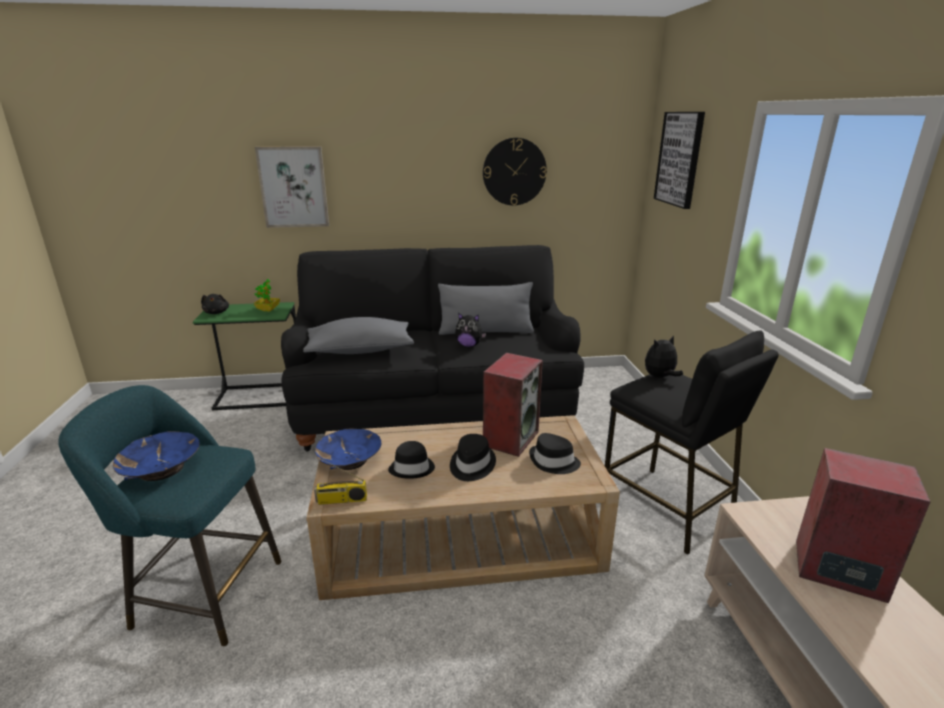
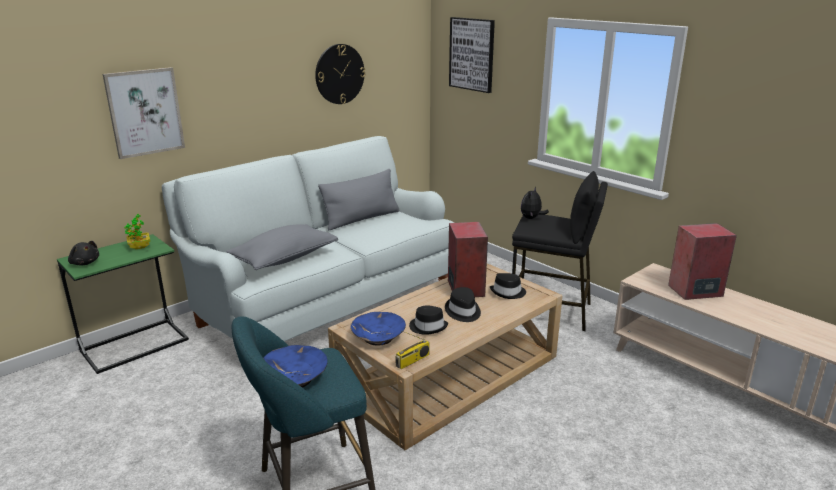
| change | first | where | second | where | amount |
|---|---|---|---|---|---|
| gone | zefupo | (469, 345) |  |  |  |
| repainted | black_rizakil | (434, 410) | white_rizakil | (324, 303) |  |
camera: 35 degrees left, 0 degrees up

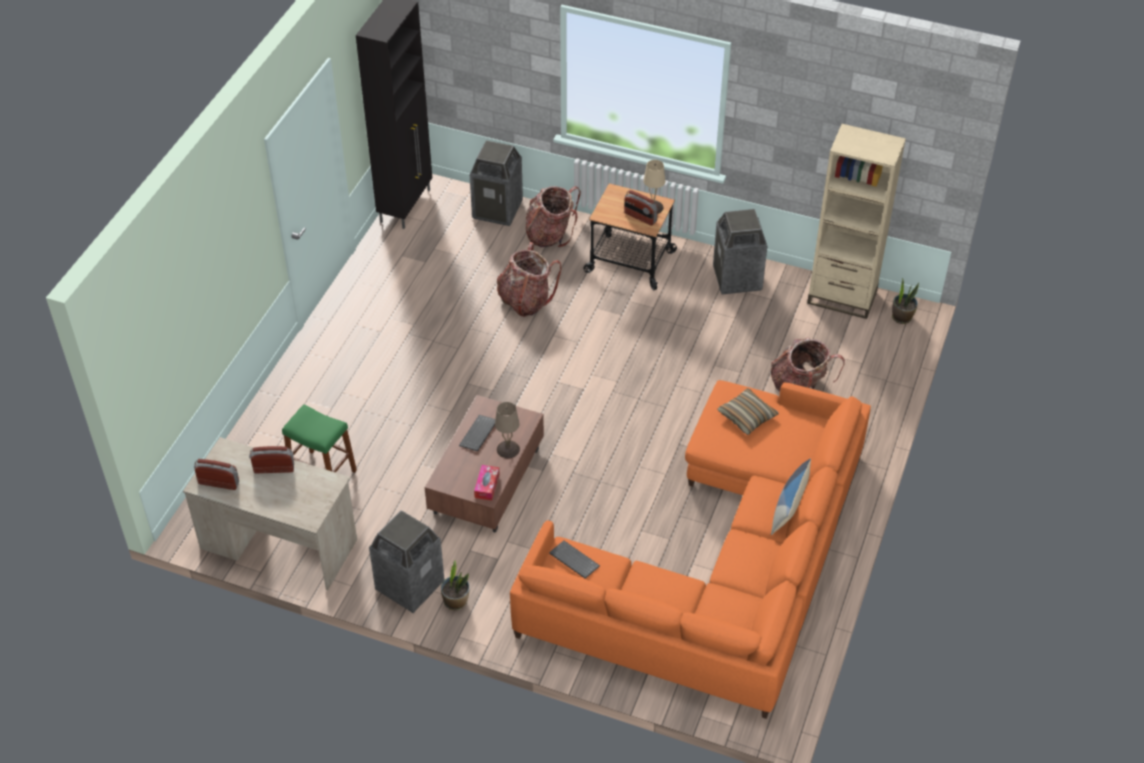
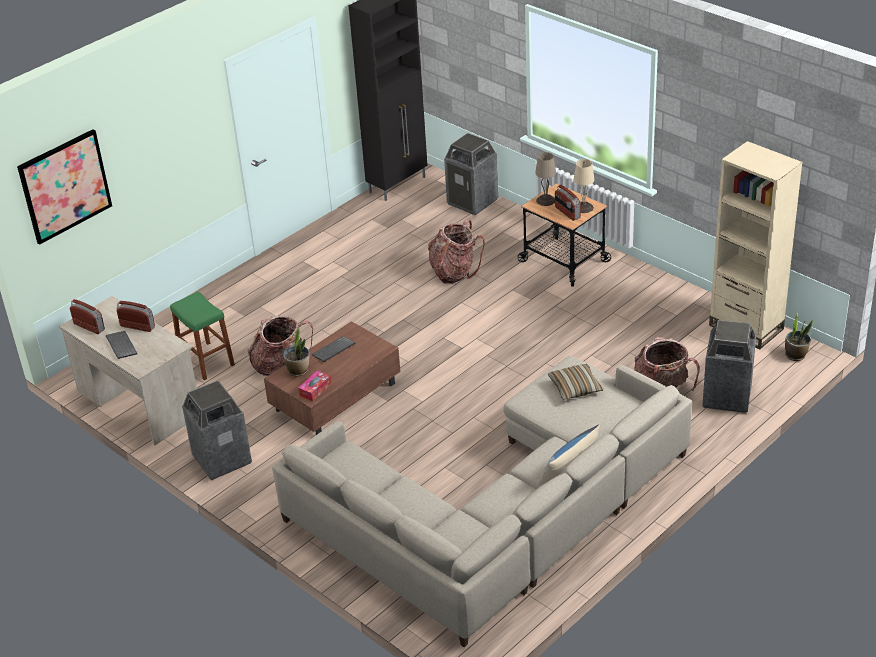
| change | first | where | second | where | amount |
|---|---|---|---|---|---|
| new |  |  | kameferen | (65, 186) |  |
| shifted | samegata | (456, 601) |  | (298, 370) |  |
| shifted | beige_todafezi | (508, 449) |  | (546, 200) |  |
| shifted | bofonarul | (550, 235) |  | (280, 366) |  |
| shifted | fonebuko | (573, 560) |  | (120, 345) |  |
| shifted | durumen | (737, 278) |  | (727, 397) |  |
| repainted | orange_rizakil | (722, 565) | beige_rizakil | (500, 512) |  |
camera: 25 degrees right, 10 degrees down

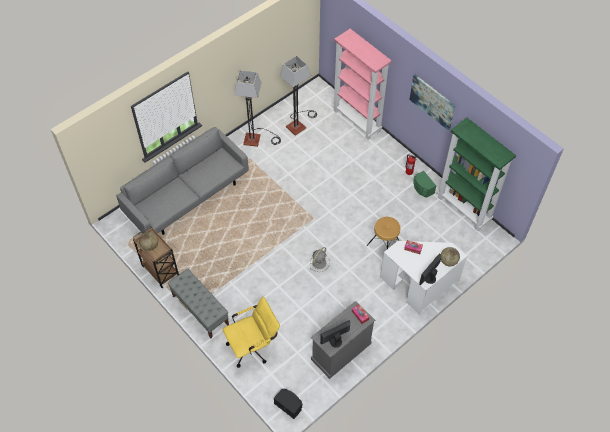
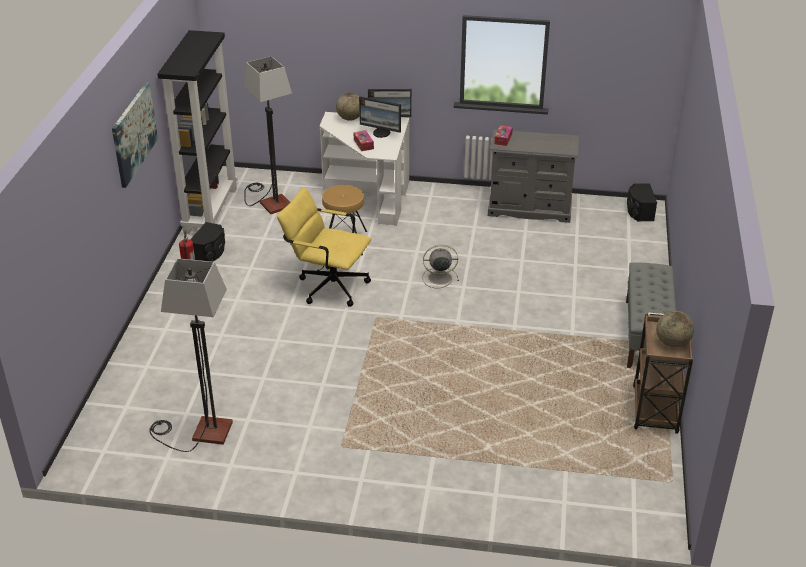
| change | first | where | second | where | amount |
|---|---|---|---|---|---|
| gone | grey_rizakil | (187, 196) |  |  |  |
| gone | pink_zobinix | (357, 121) |  |  |  |
| shifted | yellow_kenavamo | (253, 346) |  | (327, 285) |  |
| shifted | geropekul | (257, 139) |  | (269, 201) |  |
| shifted | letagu | (335, 340) |  | (381, 133) |  |
| repainted | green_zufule | (422, 188) | black_zufule | (210, 252) |  |
| repainted | green_zobinix | (464, 209) | black_zobinix | (210, 210) |  |
camera: 130 degrees left, 20 degrees down

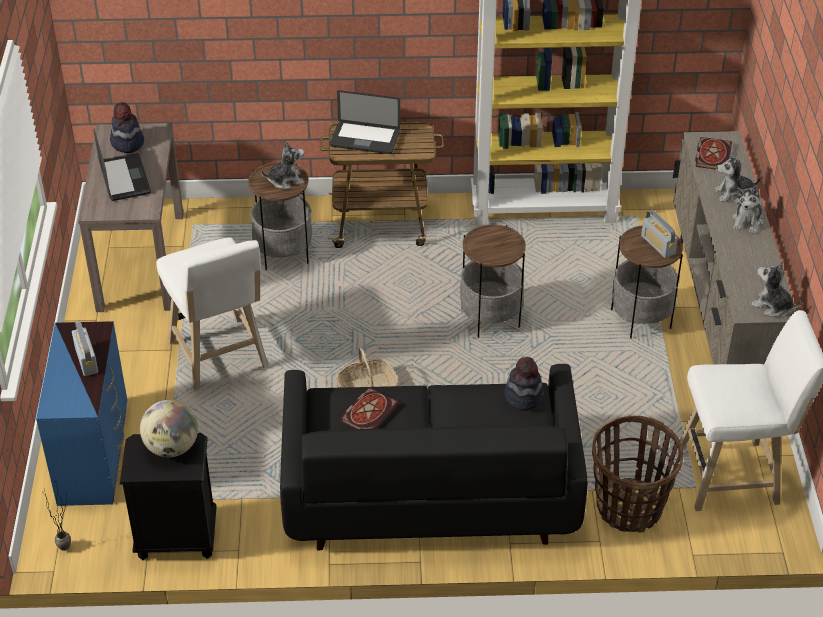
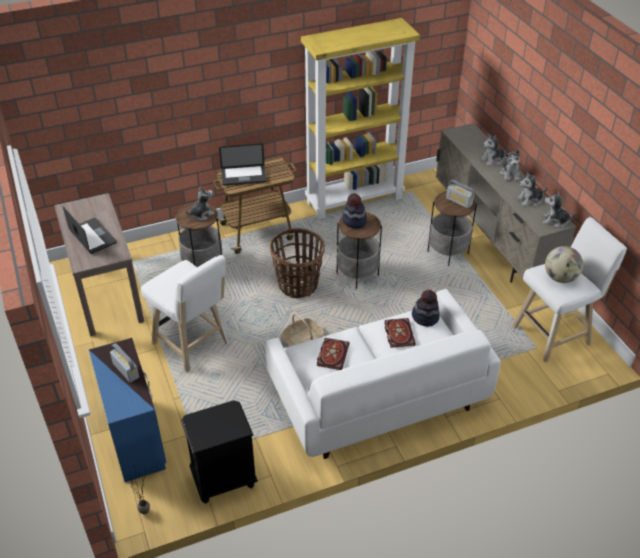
| change | first | where | second | where | amount |
|---|---|---|---|---|---|
| new |  |  | zefupo | (529, 200) |  |
| shifted | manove | (127, 143) |  | (354, 221) |  |
| shifted | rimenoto | (171, 448) |  | (560, 278) |  |
| shifted | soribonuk | (629, 507) |  | (298, 285) |  |
| shifted | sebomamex | (712, 155) |  | (398, 333) |  |
| repainted | black_rizakil | (429, 492) | white_rizakil | (377, 397) |  |
camera: 20 degrees left, 0 degrees up

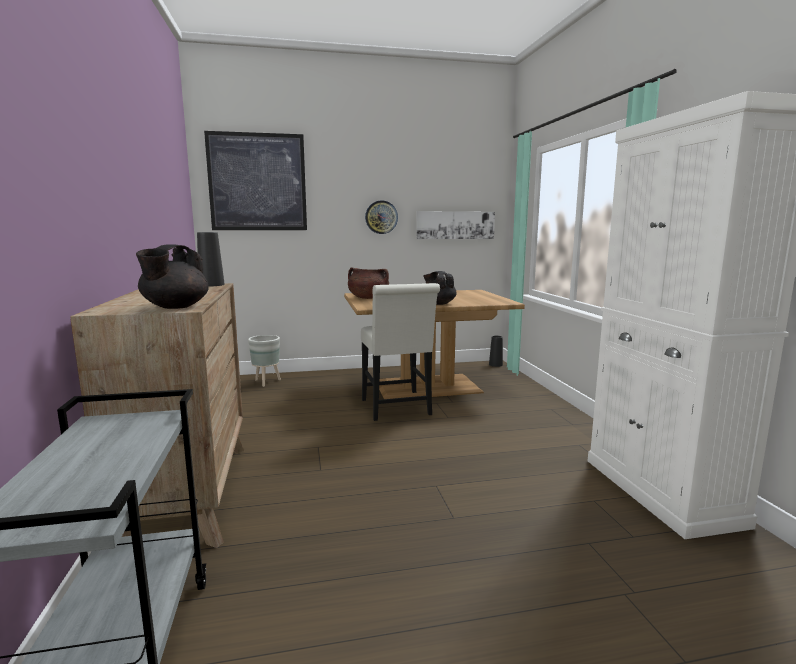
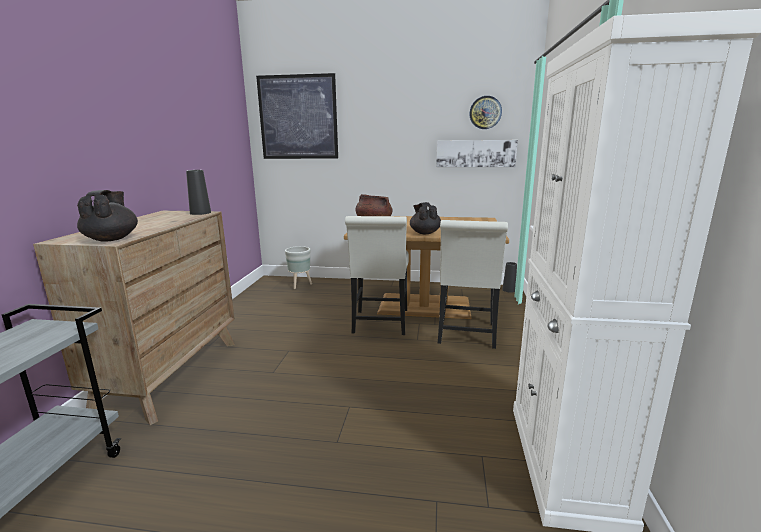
| change | first | where | second | where | amount |
|---|---|---|---|---|---|
| new |  |  | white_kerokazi | (466, 335) |  |
| shifted | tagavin | (381, 217) |  | (485, 112) |  |
| rotated | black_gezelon | (175, 307) |  | (112, 239) | 135 degrees clockwise |
camera: 20 degrees right, 5 degrees up

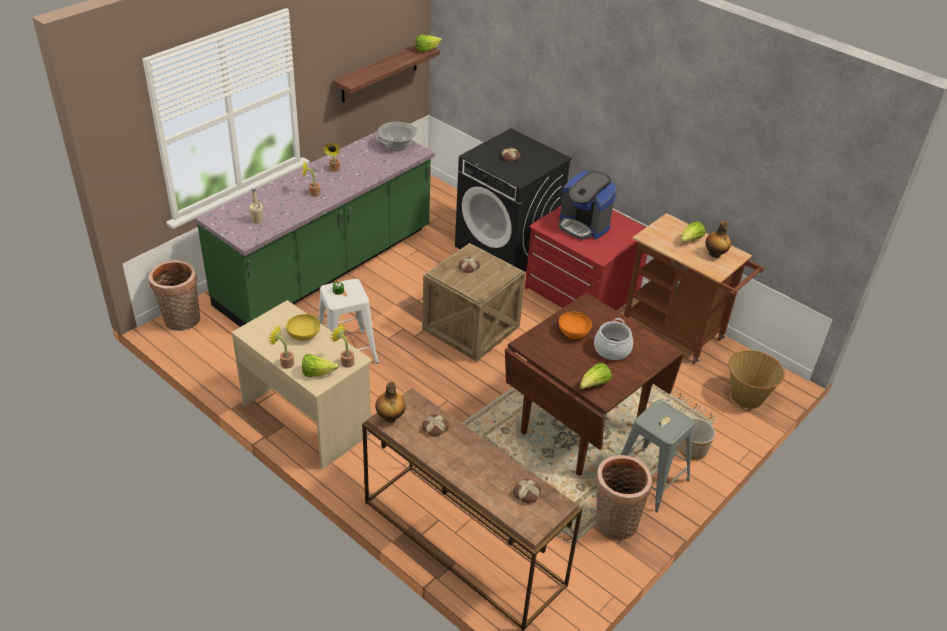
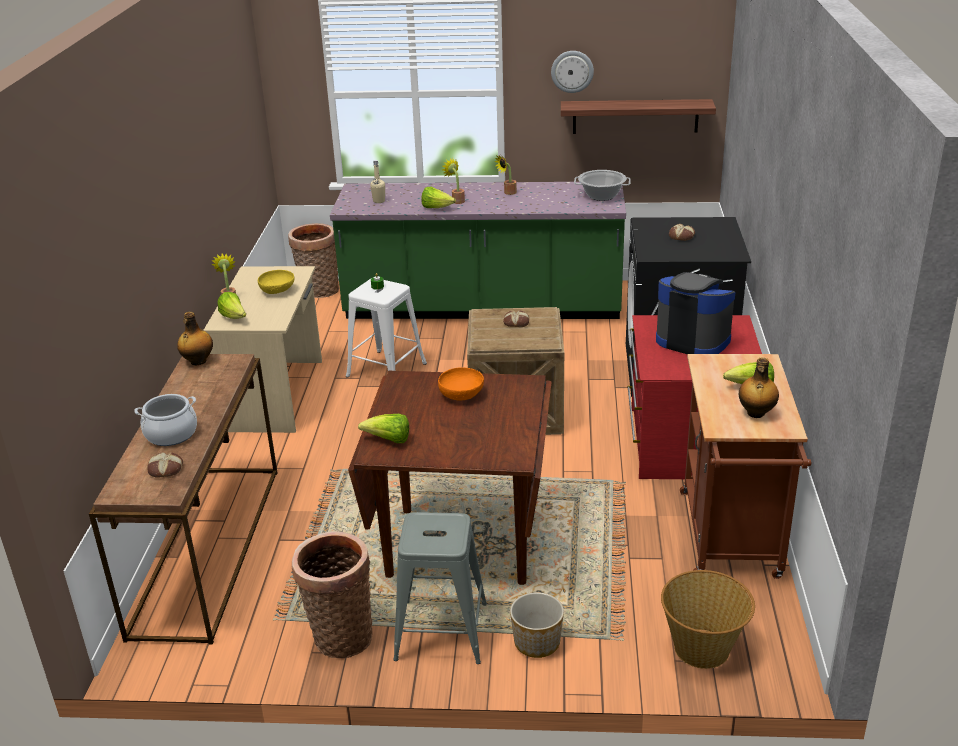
| change | first | where | second | where | amount |
|---|---|---|---|---|---|
| gone | samegata | (345, 361) |  |  |  |
| gone | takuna | (434, 427) |  |  |  |
| new |  |  | tagavin | (572, 71) |  |
| shifted | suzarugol | (427, 50) |  | (436, 208) |  |
| shifted | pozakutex | (612, 349) |  | (171, 434) |  |
| rotated | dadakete | (583, 225) |  | (692, 340) | 120 degrees clockwise |
camera: 55 degrees right, 10 degrees down

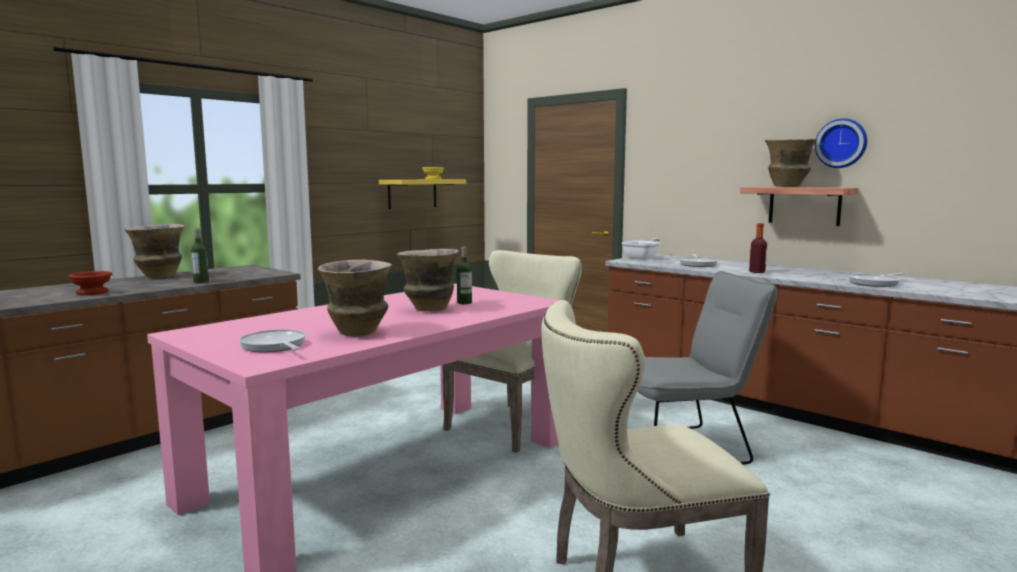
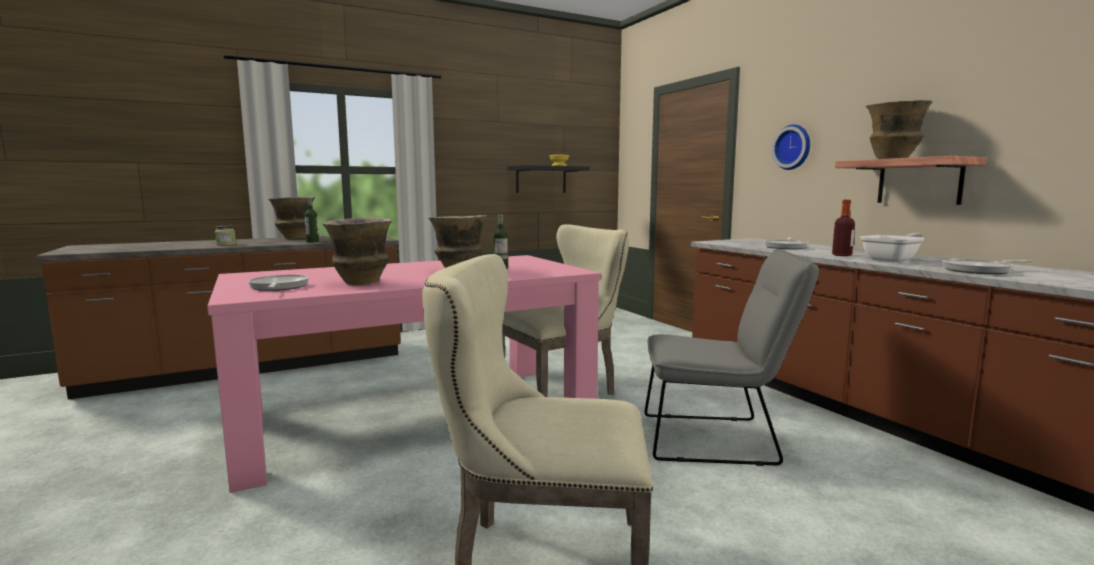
| change | first | where | second | where | amount |
|---|---|---|---|---|---|
| shifted | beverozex | (643, 258) |  | (893, 260) |  |
| shifted | tagavin | (841, 143) |  | (793, 147) |  |
| swapped | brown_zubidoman | (94, 292) | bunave | (226, 244) |  |
| repainted | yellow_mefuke | (412, 193) | black_mefuke | (541, 179) |  |
camera: 20 degrees right, 0 degrees up

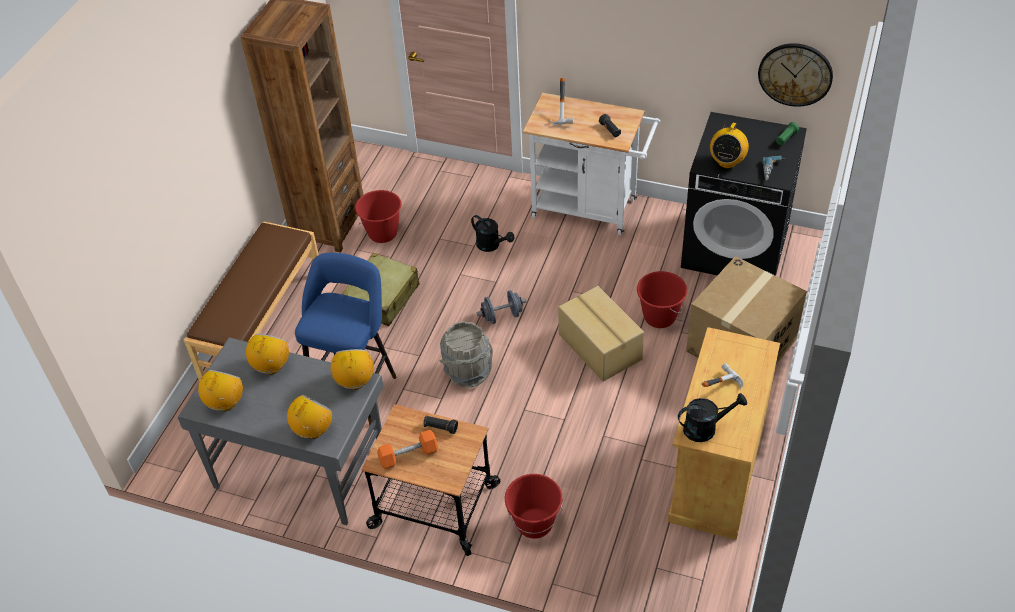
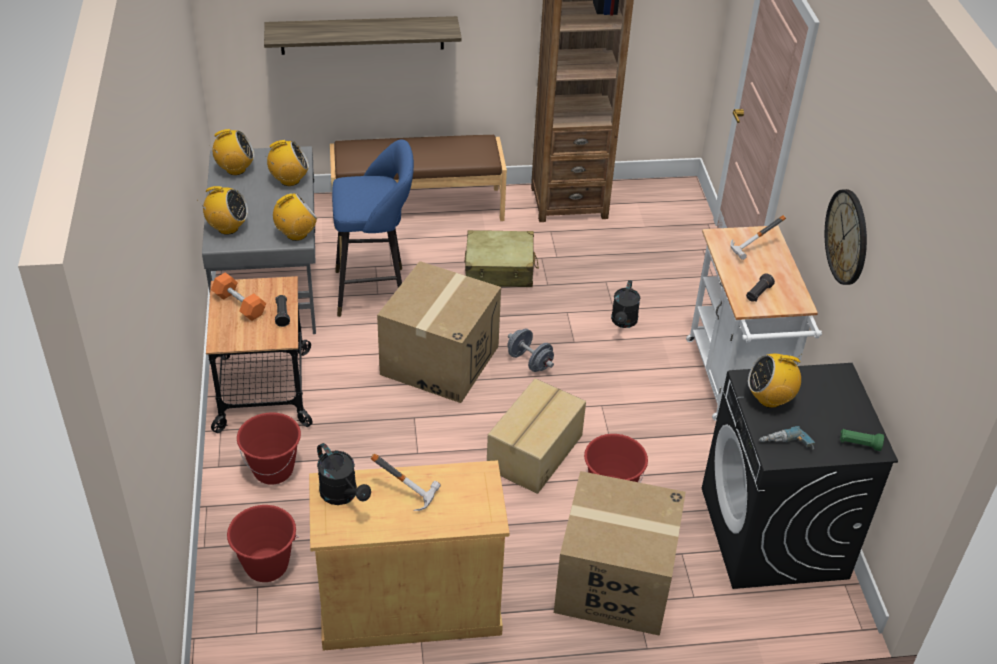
| change | first | where | second | where | amount |
|---|---|---|---|---|---|
| new |  |  | mefuke | (362, 35) |  |
| shifted | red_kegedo | (383, 233) |  | (266, 566) |  |
| shifted | tagavin | (795, 74) |  | (847, 237) |  |
| swapped | grey_kegedo | (467, 372) | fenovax | (439, 360) |  |
camera: 60 degrees right, 5 degrees down

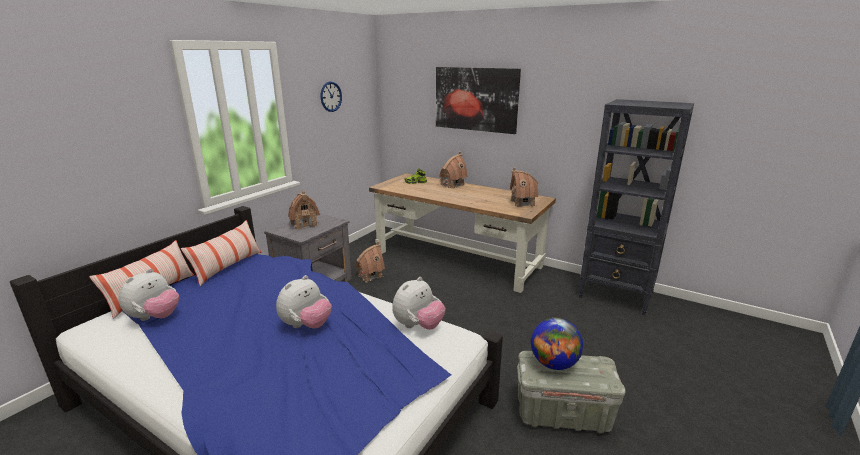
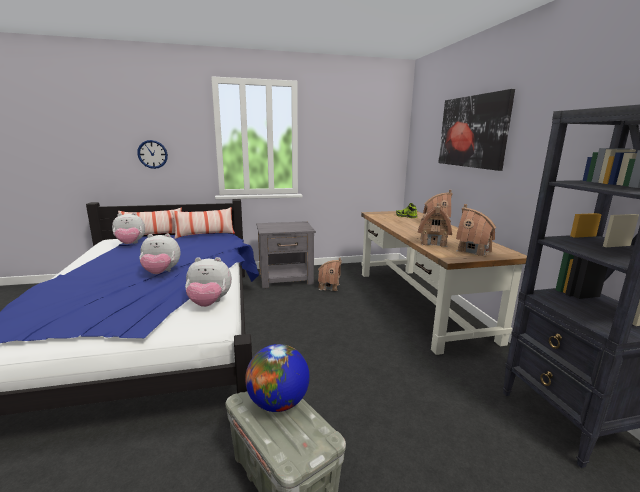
| change | first | where | second | where | amount |
|---|---|---|---|---|---|
| shifted | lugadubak | (304, 224) |  | (433, 243) |  |
| shifted | tagavin | (331, 96) |  | (152, 154) |  |
camera: 45 degrees right, 5 degrees down

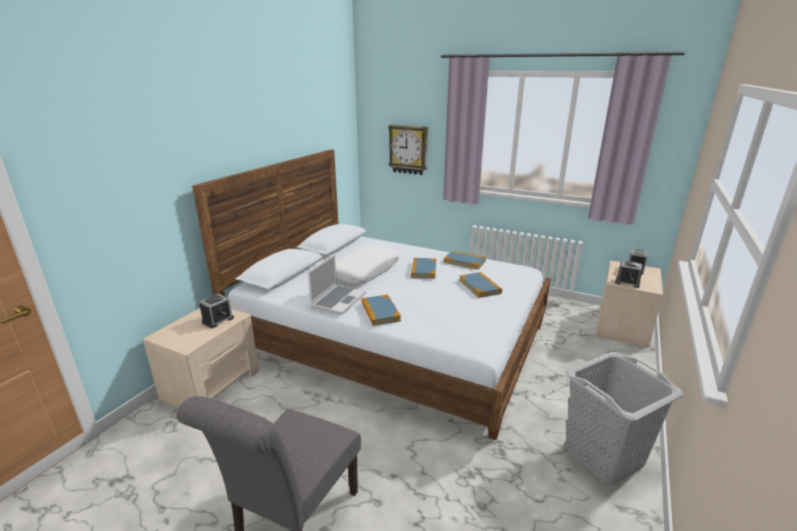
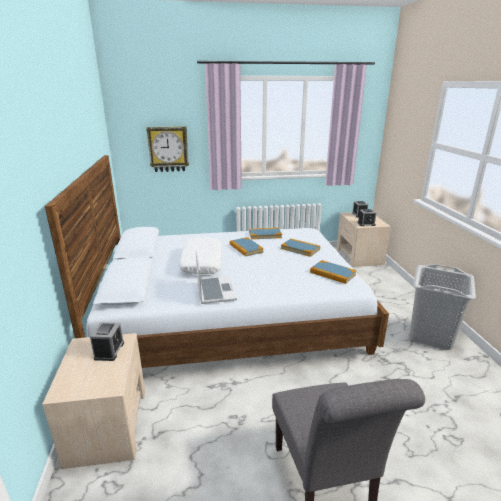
| change | first | where | second | where | amount |
|---|---|---|---|---|---|
| shifted | sebomamex | (380, 312) |  | (332, 273) |  |
camera: 35 degrees left, 0 degrees up

